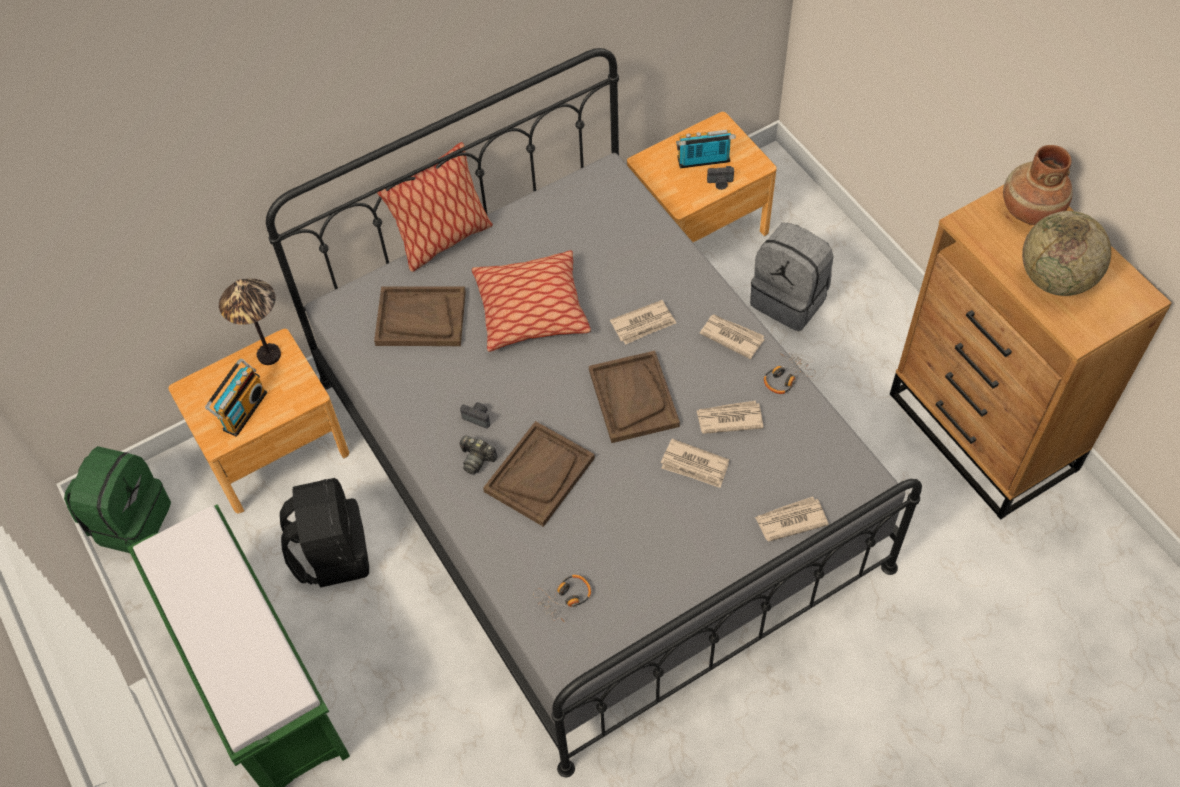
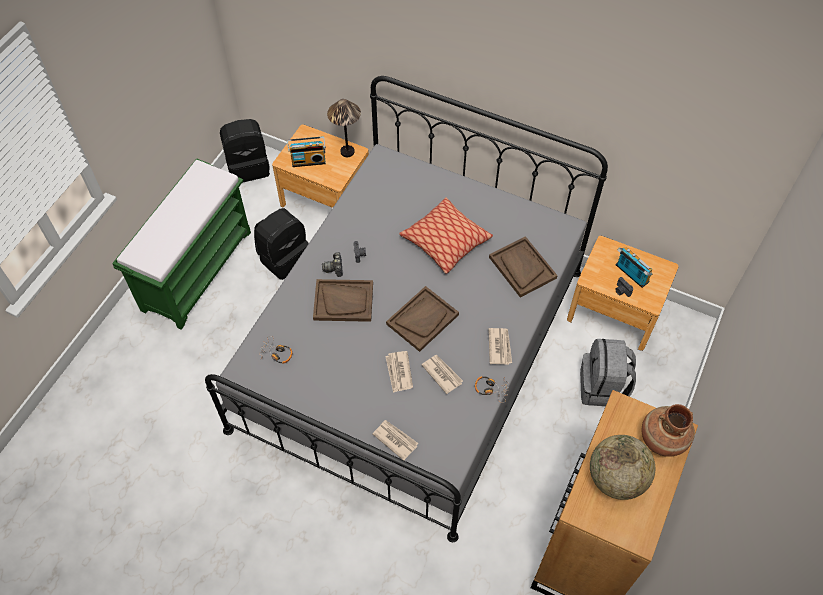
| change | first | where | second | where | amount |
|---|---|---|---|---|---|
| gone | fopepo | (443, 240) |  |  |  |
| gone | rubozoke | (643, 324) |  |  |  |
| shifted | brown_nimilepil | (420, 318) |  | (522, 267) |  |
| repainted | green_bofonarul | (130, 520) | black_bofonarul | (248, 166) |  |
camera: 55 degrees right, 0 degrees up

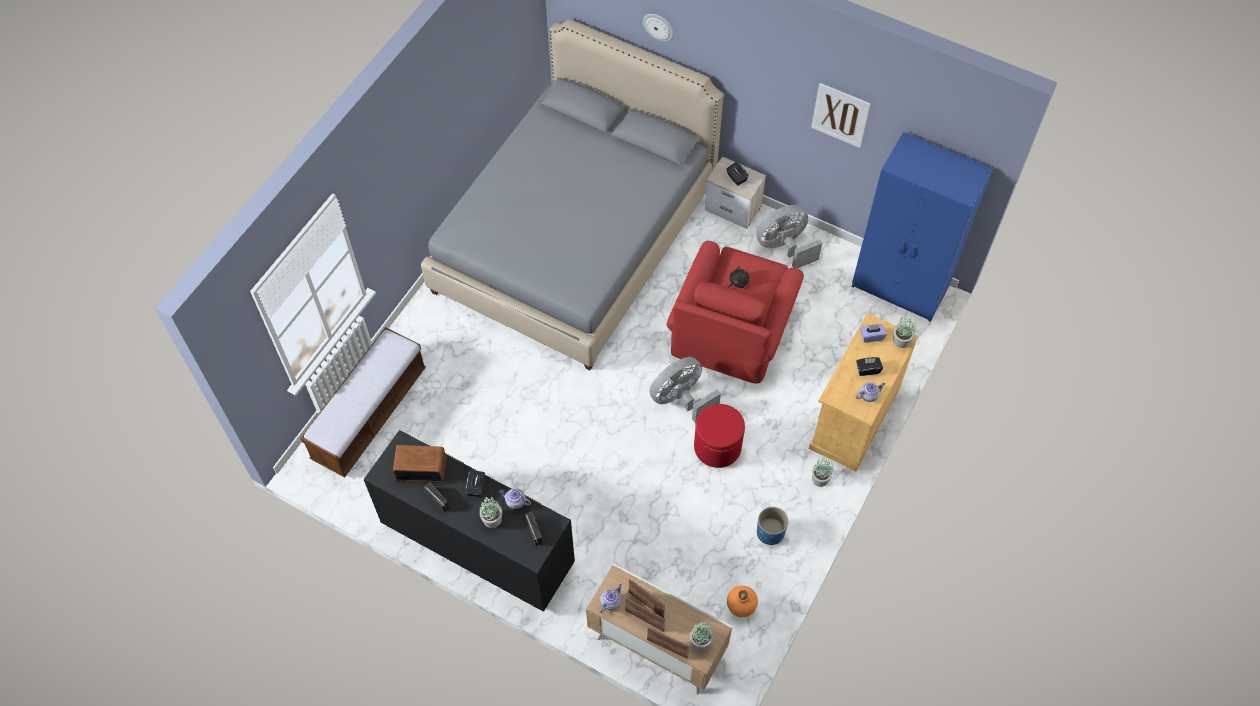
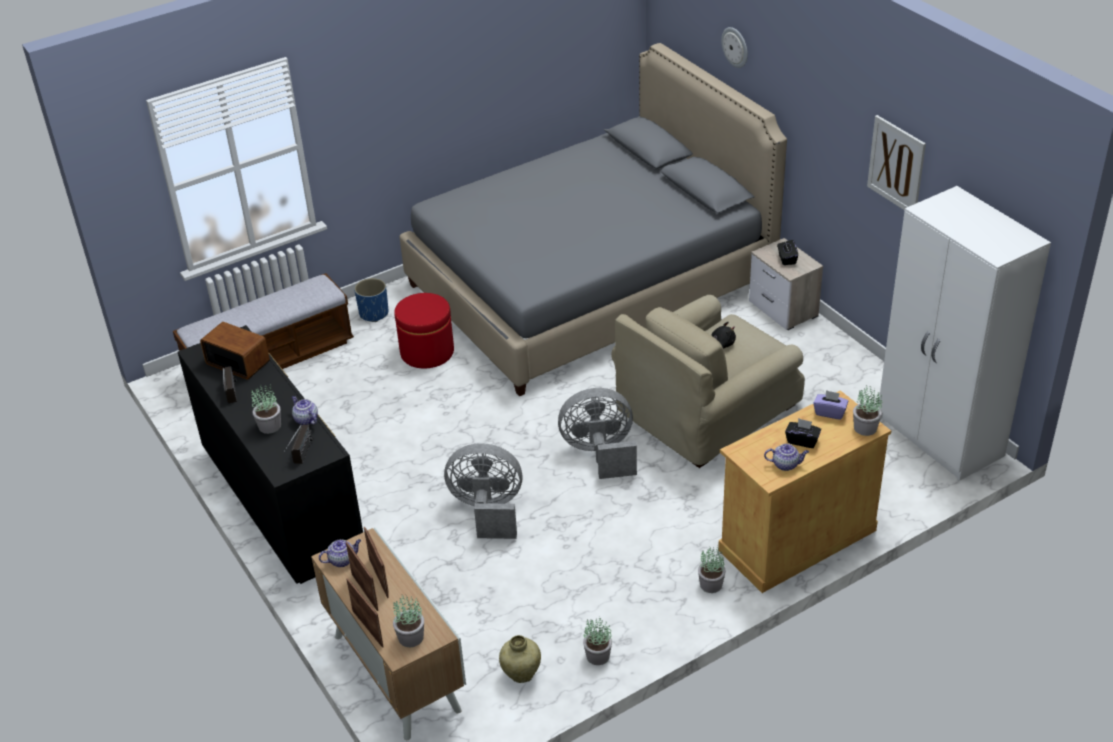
| change | first | where | second | where | amount |
|---|---|---|---|---|---|
| gone | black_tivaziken | (476, 487) |  |  |  |
| new |  |  | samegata | (597, 656) |  |
| shifted | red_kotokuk | (717, 447) |  | (427, 352) |  |
| shifted | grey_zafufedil | (784, 247) |  | (488, 511) |  |
| shifted | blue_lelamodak | (770, 532) |  | (374, 313) |  |
| repainted | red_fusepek | (733, 327) | beige_fusepek | (709, 409) |  |
| repainted | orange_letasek | (740, 608) | beige_letasek | (521, 674) |  |
| repainted | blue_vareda | (900, 288) | white_vareda | (940, 438) |  |
camera: 30 degrees right, 20 degrees down

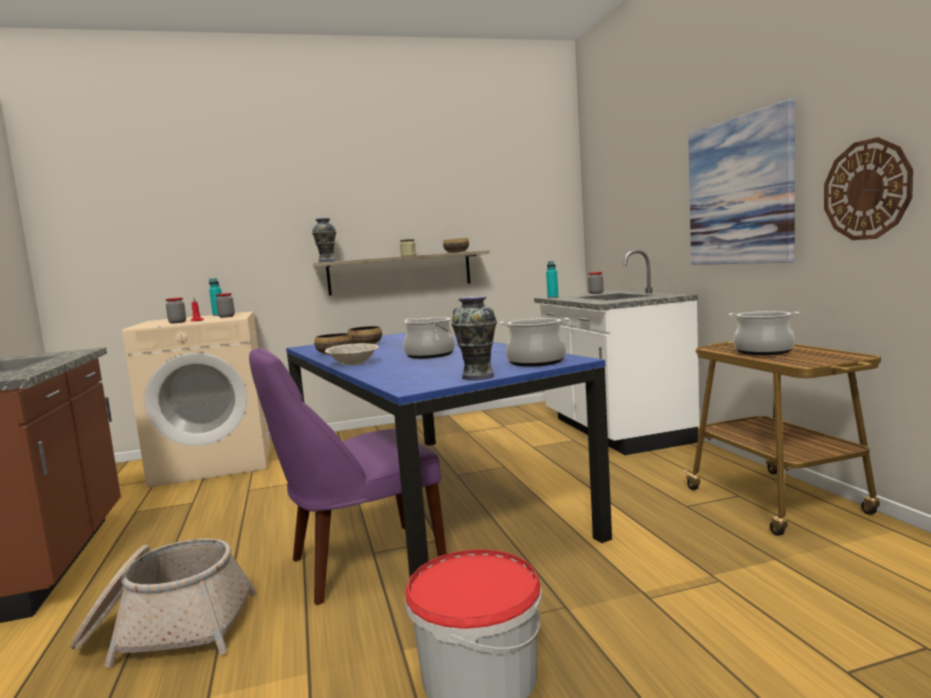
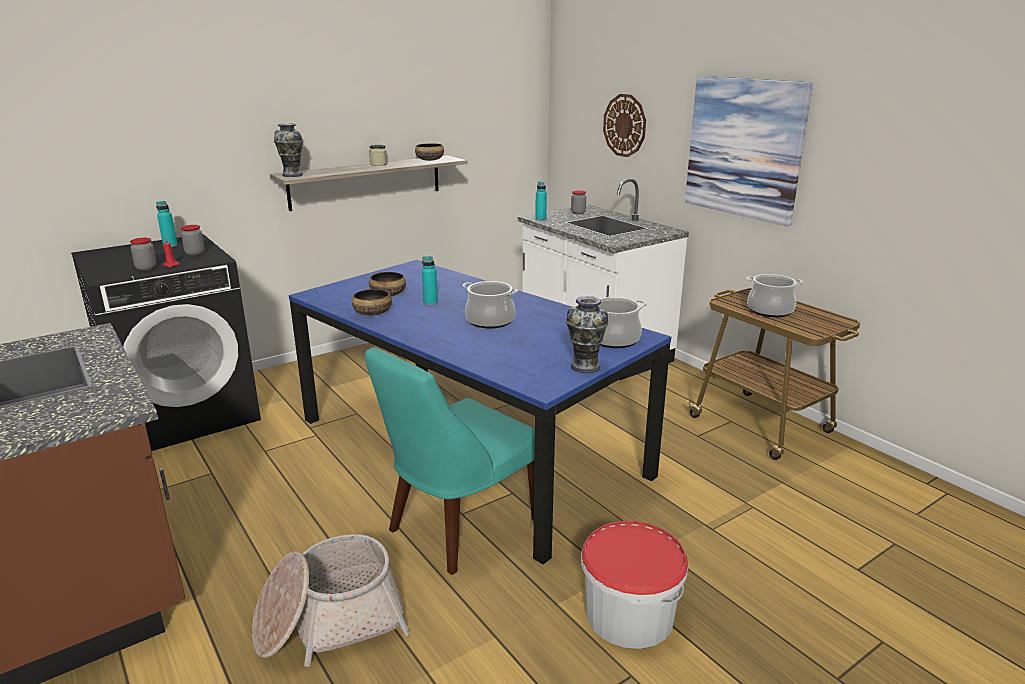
| change | first | where | second | where | amount |
|---|---|---|---|---|---|
| gone | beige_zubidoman | (353, 363) |  |  |  |
| new |  |  | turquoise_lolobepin | (430, 303) |  |
| shifted | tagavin | (866, 190) |  | (624, 125) |  |
| repainted | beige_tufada | (215, 462) | black_tufada | (185, 414) |  |
| repainted | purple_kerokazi | (359, 564) | turquoise_kerokazi | (458, 527) |  |
camera: 20 degrees left, 15 degrees up

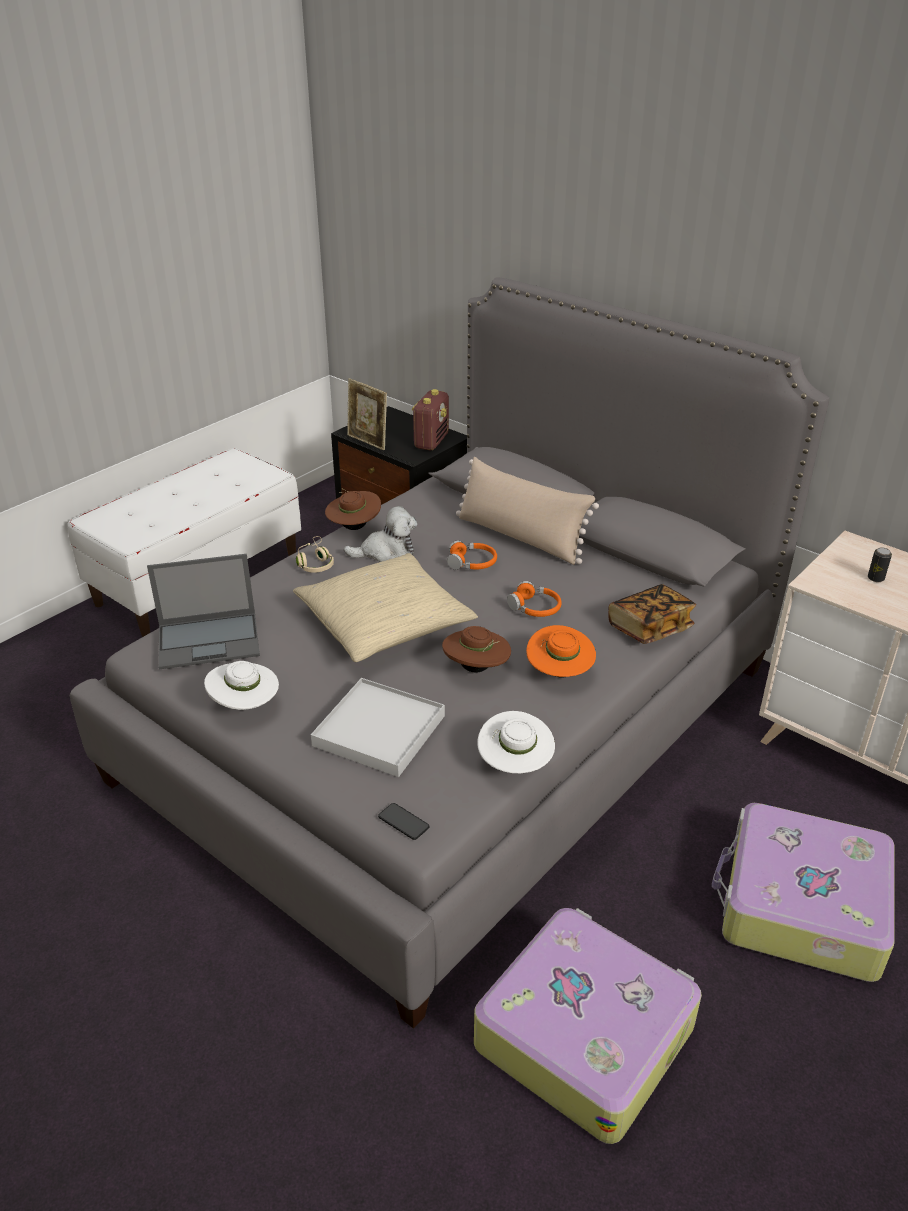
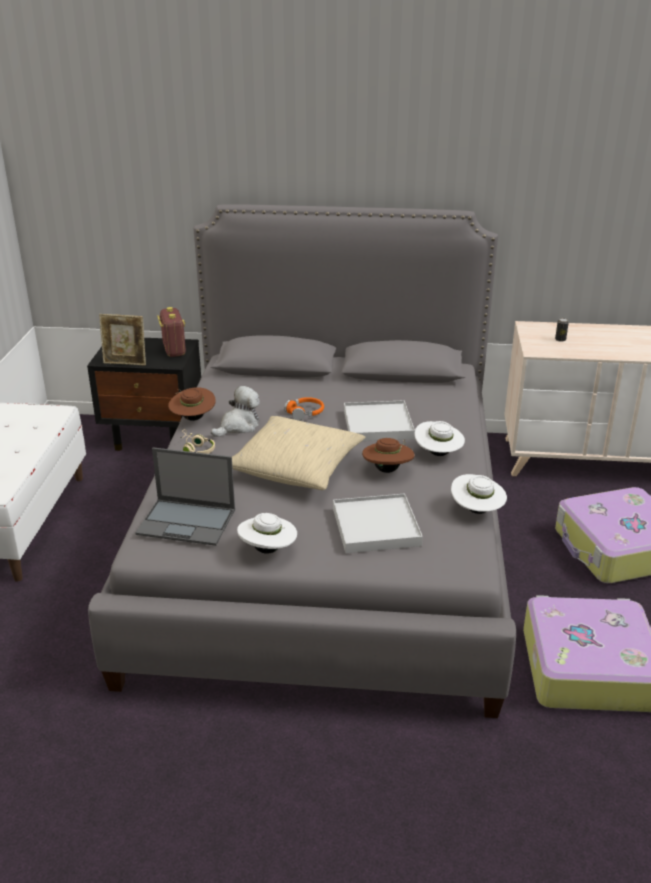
| change | first | where | second | where | amount |
|---|---|---|---|---|---|
| gone | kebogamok | (403, 822) |  |  |  |
| gone | beige_fopepo | (520, 537) |  |  |  |
| gone | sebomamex | (649, 628) |  |  |  |
| swapped | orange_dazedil | (535, 608) | white_nimilepil | (378, 424) |  |
| repainted | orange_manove | (559, 673) | white_manove | (438, 454) |  |
| rotated | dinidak | (210, 640) |  | (187, 522) | 60 degrees clockwise |
camera: 35 degrees left, 5 degrees down

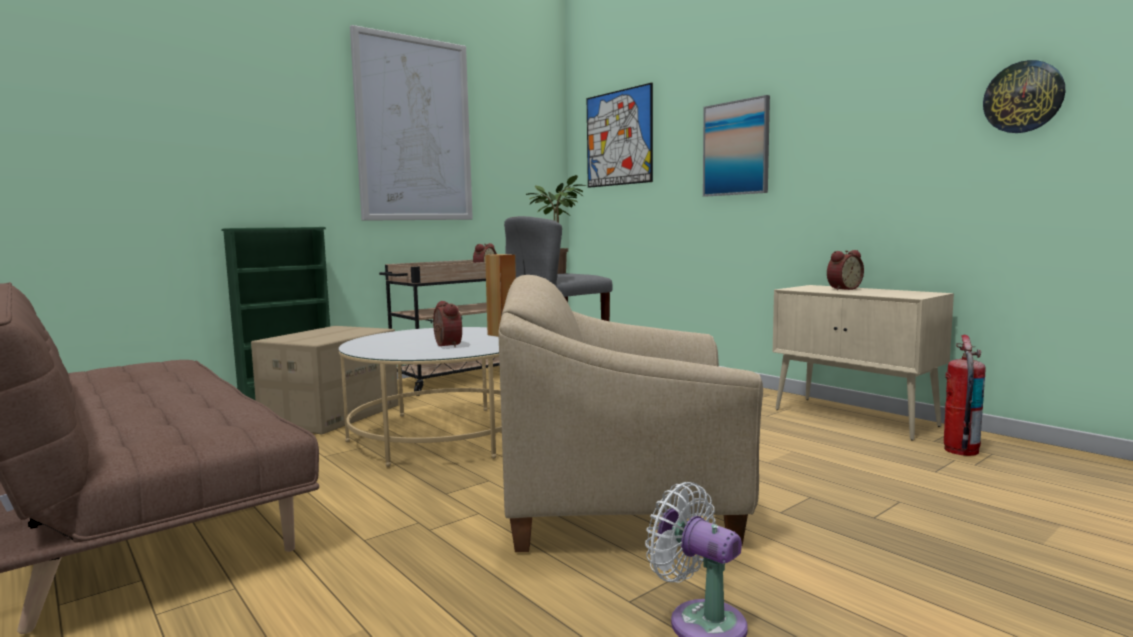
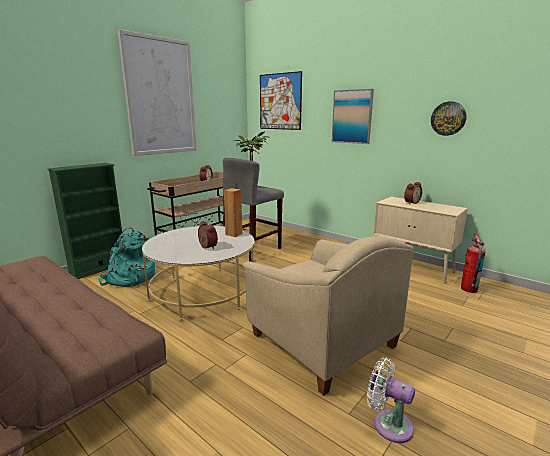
| change | first | where | second | where | amount |
|---|---|---|---|---|---|
| shifted | tagavin | (1023, 97) |  | (448, 118) |  |
| swapped | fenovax | (331, 415) | turquoise_bofonarul | (129, 278) |  |
| rotated | beige_fusepek | (622, 505) |  | (321, 342) | 120 degrees counterclockwise |
camera: 10 degrees left, 10 degrees up

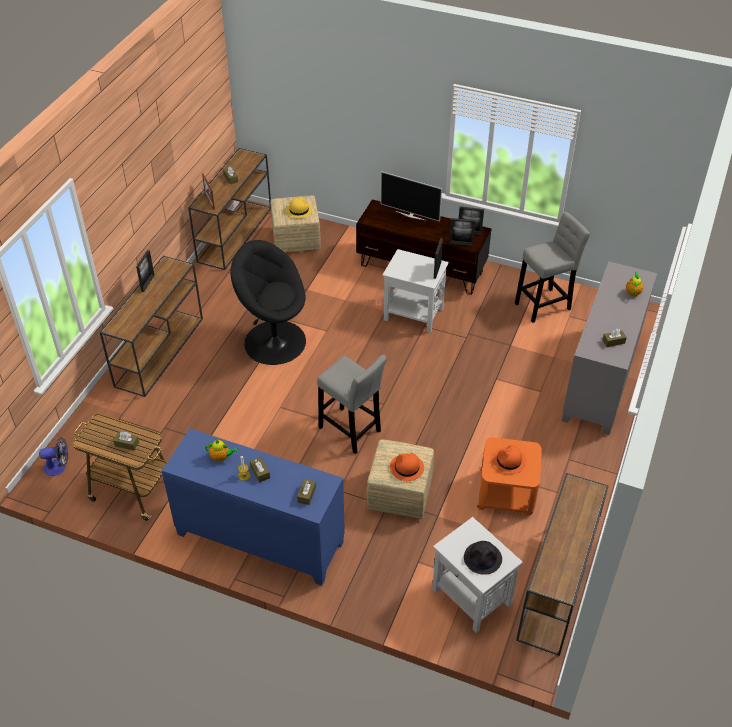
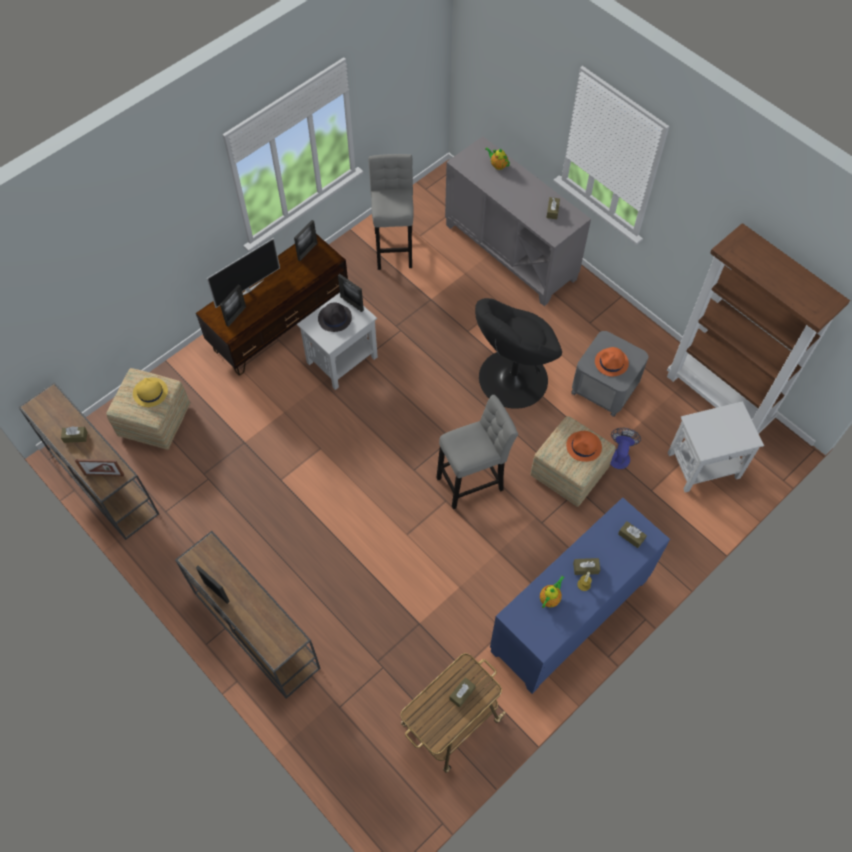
| change | first | where | second | where | amount |
|---|---|---|---|---|---|
| shifted | zafufedil | (59, 467) |  | (620, 455) |  |
| shifted | black_fusepek | (274, 341) |  | (512, 379) |  |
| shifted | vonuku | (461, 244) |  | (236, 316) |  |
| shifted | black_manove | (483, 558) |  | (335, 318) |  |
| swapped | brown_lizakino | (556, 589) | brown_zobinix | (719, 399) |  |
| repainted | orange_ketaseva | (507, 492) | grey_ketaseva | (605, 386) |  |
camera: 65 degrees left, 15 degrees up

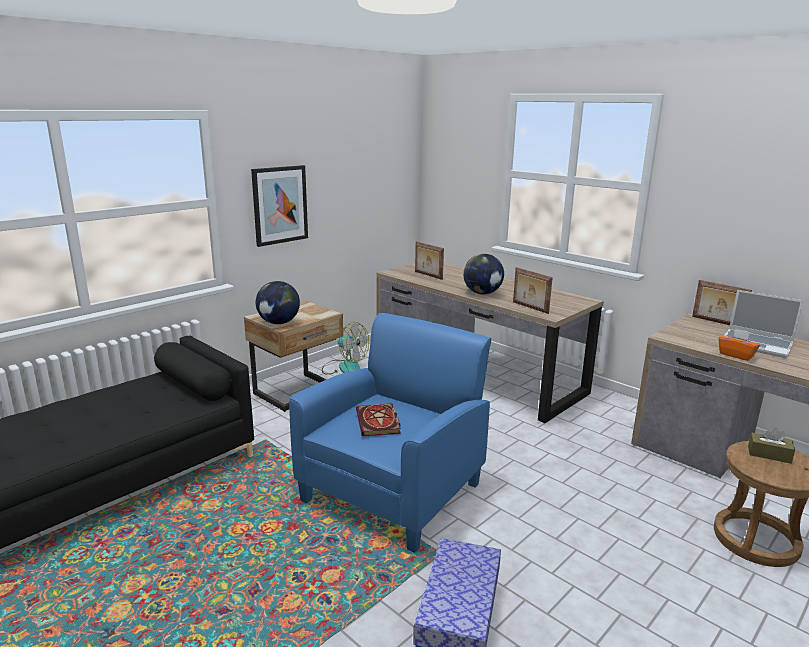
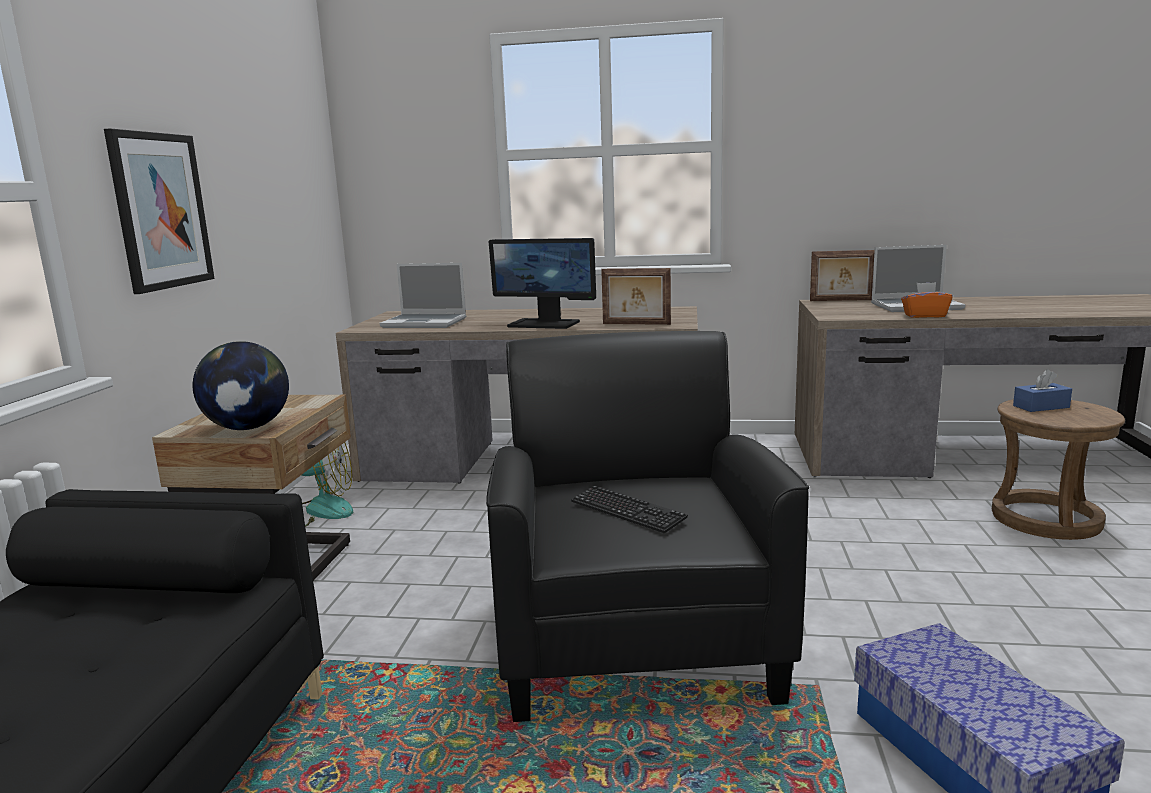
| change | first | where | second | where | amount |
|---|---|---|---|---|---|
| swapped | sebomamex | (379, 423) | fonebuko | (627, 511) |  |
| swapped | vonuku | (428, 275) | dinidak | (426, 323) |  |
| swapped | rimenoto | (482, 293) | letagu | (544, 324) |  |
| repainted | blue_fusepek | (394, 491) | black_fusepek | (635, 639) |  |
| repainted | brown_tivaziken | (769, 454) | blue_tivaziken | (1041, 406) |  |
camera: 35 degrees left, 5 degrees down

